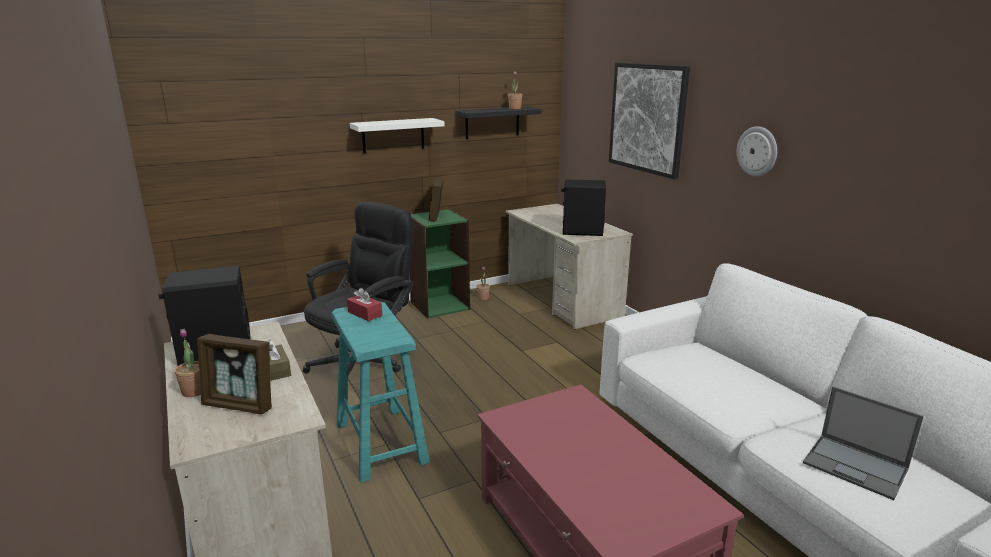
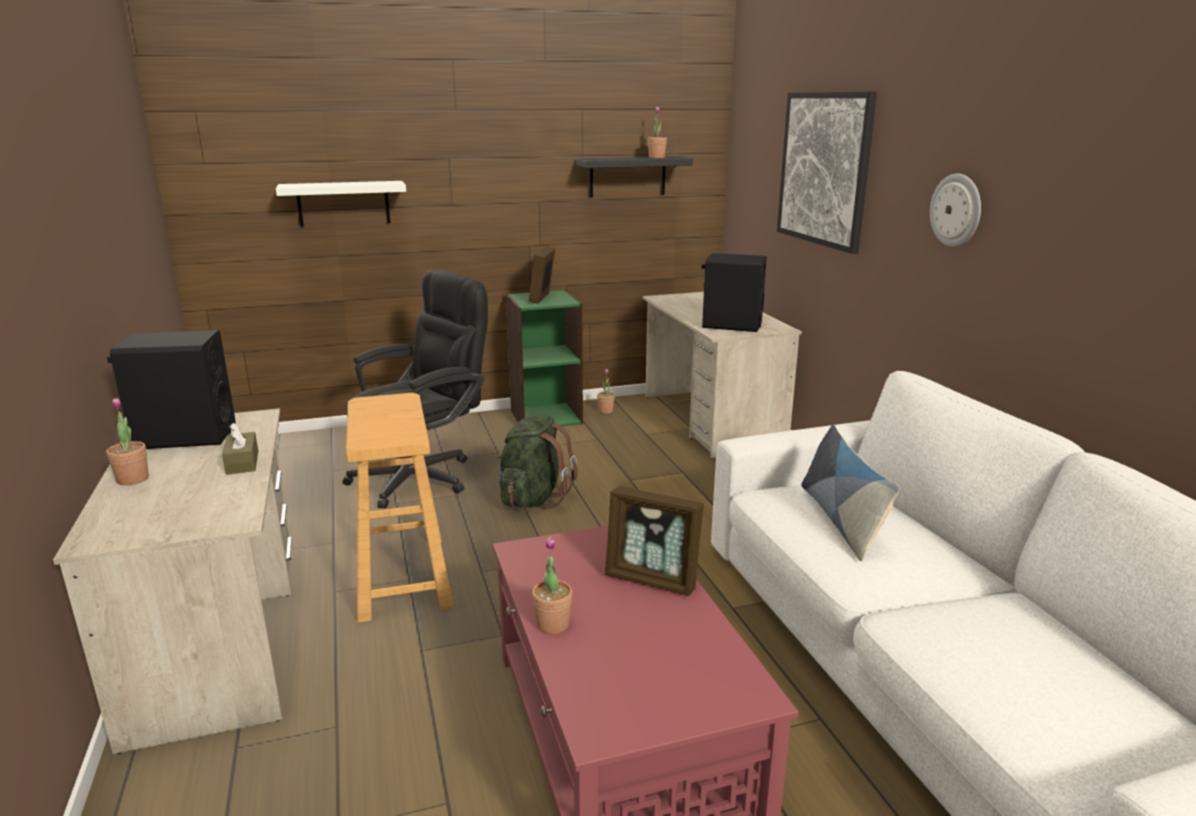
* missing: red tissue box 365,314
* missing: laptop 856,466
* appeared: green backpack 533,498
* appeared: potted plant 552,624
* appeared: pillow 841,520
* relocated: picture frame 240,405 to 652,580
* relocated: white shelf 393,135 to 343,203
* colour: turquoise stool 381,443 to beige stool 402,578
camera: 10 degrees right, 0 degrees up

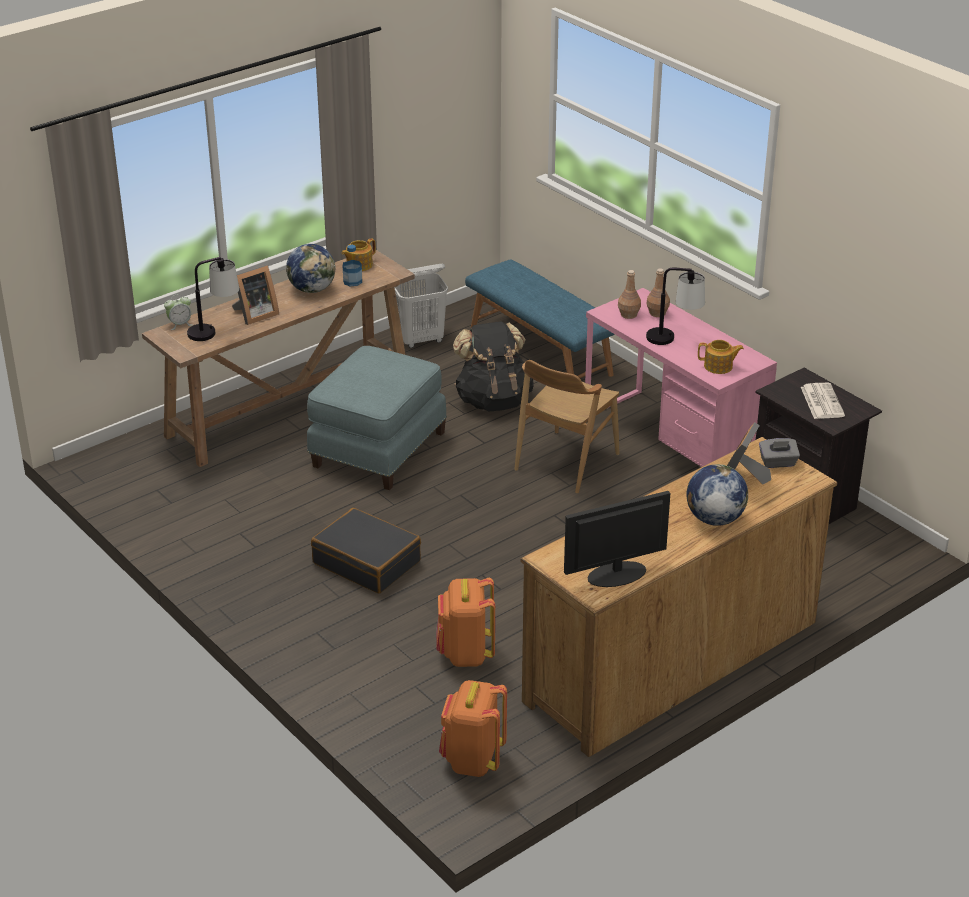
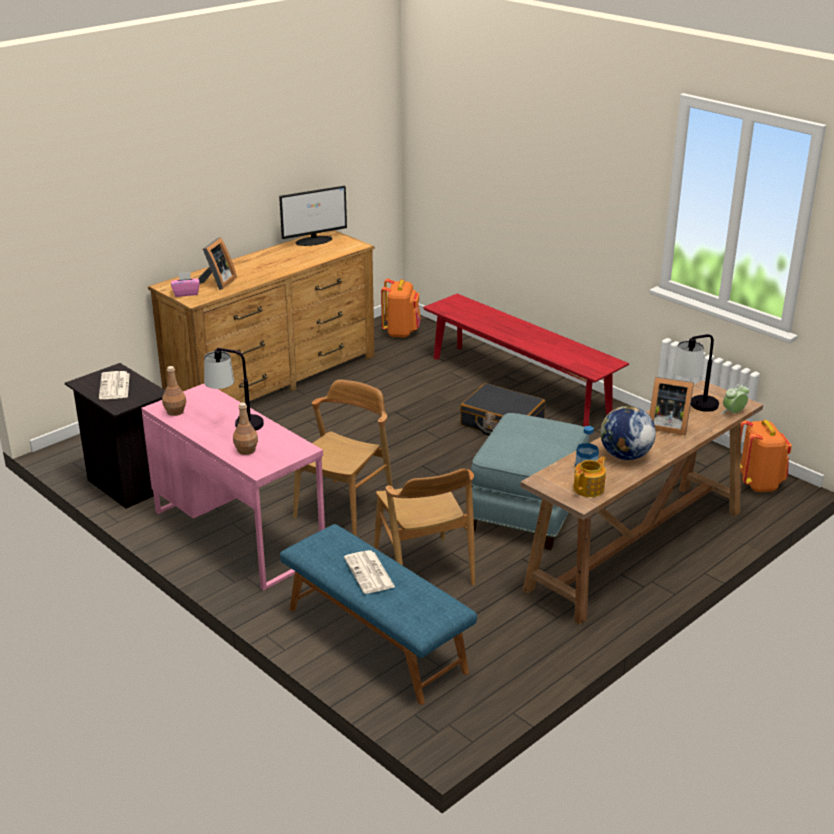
* missing: white laundry basket 421,340
* missing: globe 714,519
* missing: teapot 719,366
* appeared: newspaper 370,573
* appeared: red bench 519,385
* relocated: orange backpack 465,654 to 758,483
* relocated: brown bottle 629,314 to 175,412
* exchanged: black backpack 493,400 to brown chair 423,569
* colour: grey tissue box 778,463 to pink tissue box 186,293
* spun: picture frame 254,315 = 667,425 120 degrees counterclockwise
camera: 175 degrees right, 5 degrees down

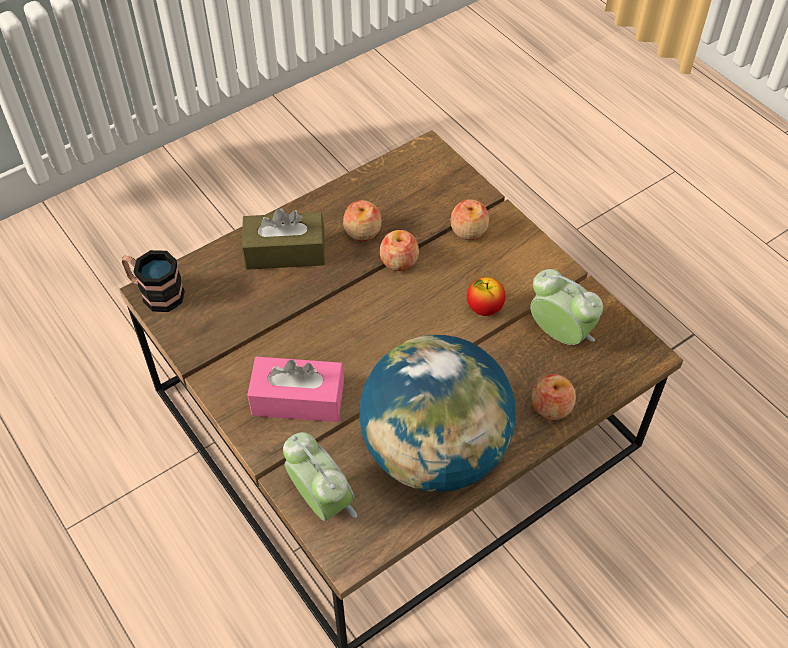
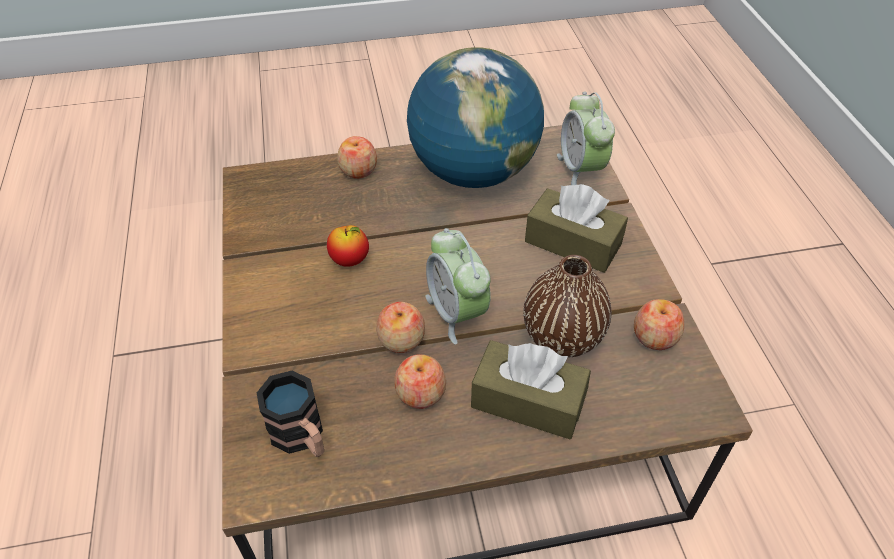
* appeared: brown vase 562,337
* relocated: mug 155,293 to 302,437
* relocated: apple 468,230 to 654,337
* relocated: alarm clock 559,334 to 457,313
* colour: pink tissue box 298,399 to brown tissue box 573,243
camera: 155 degrees left, 5 degrees down

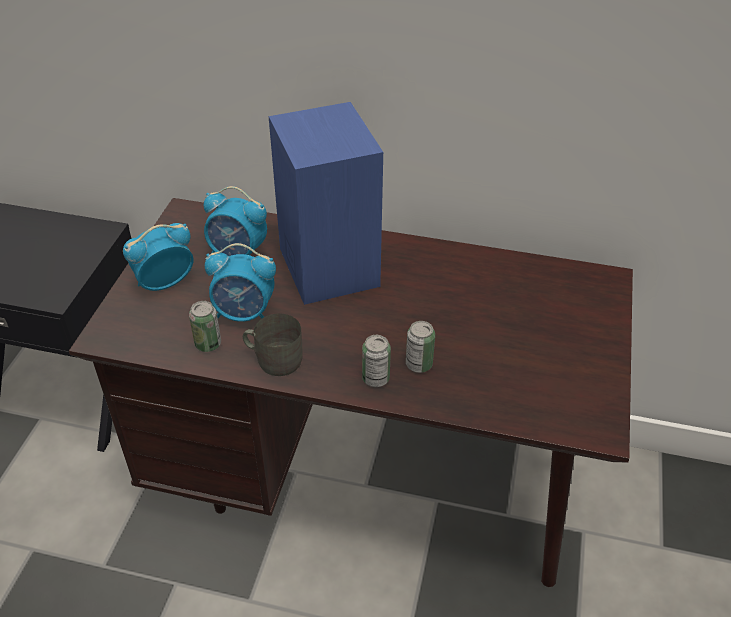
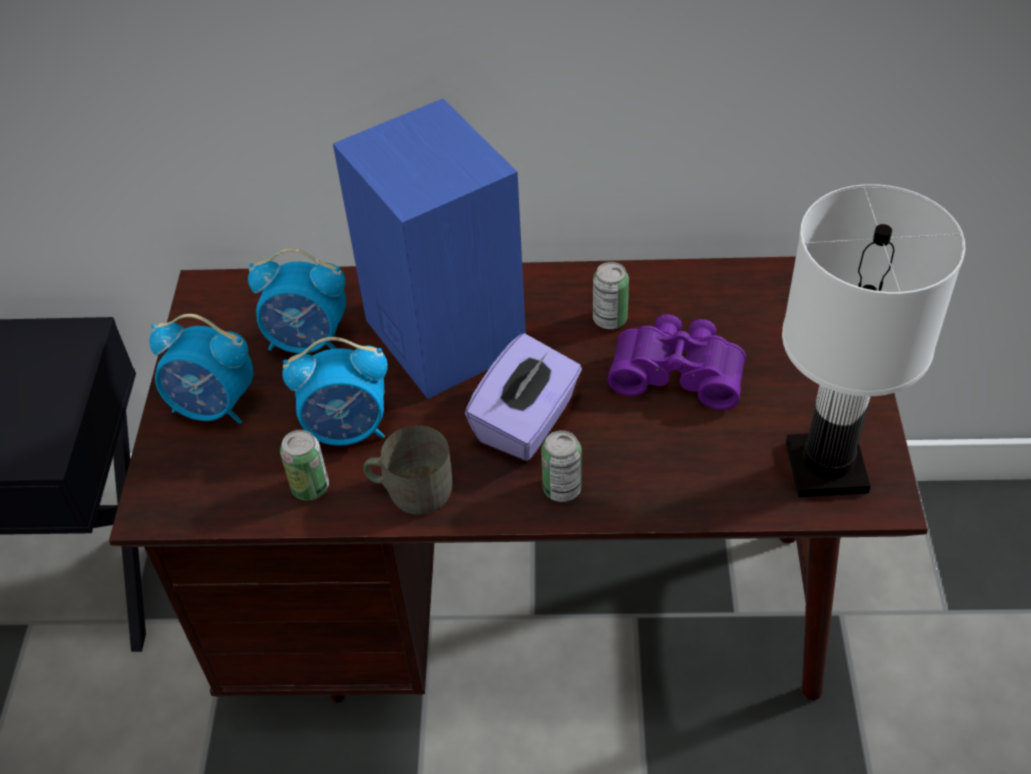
* appeared: purple tissue box 527,422
* appeared: purple binoculars 678,371
* appeared: white table lamp 827,466
* relocated: can 419,364 to 610,319
* spun: alarm clock 164,283 = 214,407 120 degrees counterclockwise
camera: 10 degrees left, 5 degrees up

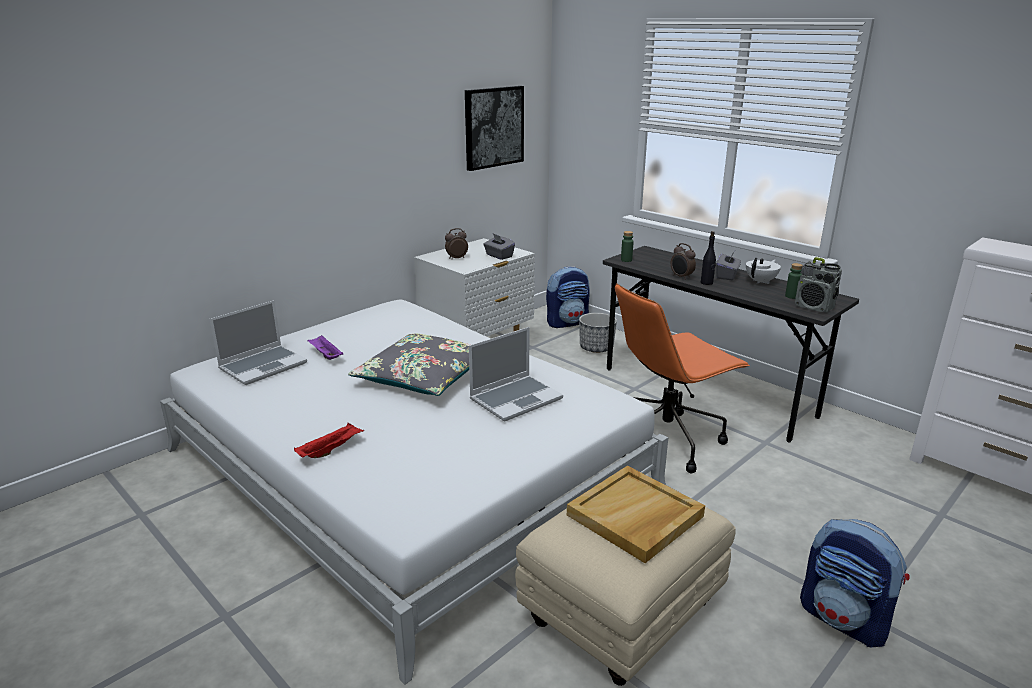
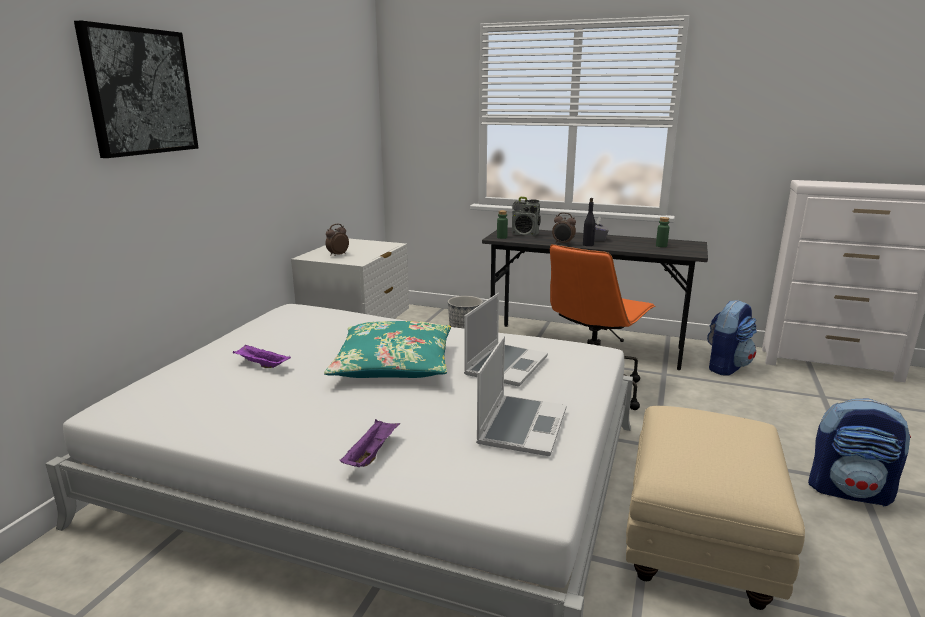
* missing: grey tissue box 499,256
* missing: beige tray 635,516
* missing: white teapot 761,281
* relocated: laptop 263,366 to 521,426
* relocated: picture 493,127 to 140,92
* relocated: backpack 567,323 to 726,366
* relocated: radio 814,307 to 525,234
* colour: red tray 331,450 to purple tray 371,454
* colour: grey pillow 423,377 to turquoise pillow 393,365
camera: 25 degrees left, 5 degrees down

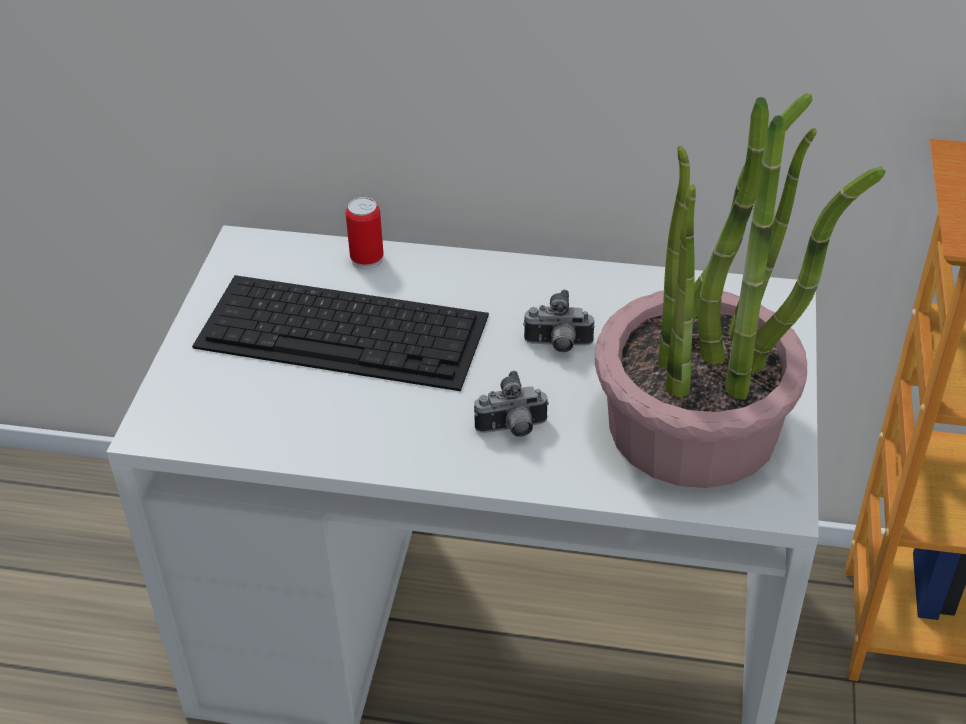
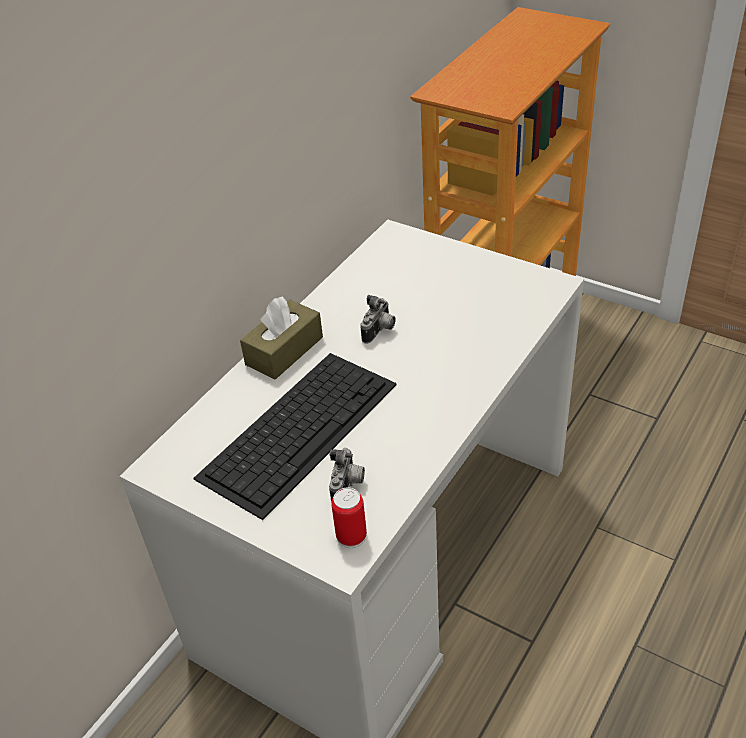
* missing: potted plant 695,426
* appeared: brown tissue box 284,351
* relocated: can 367,259 to 351,536
* relocated: photo camera 512,429 to 348,486
camera: 65 degrees left, 0 degrees up

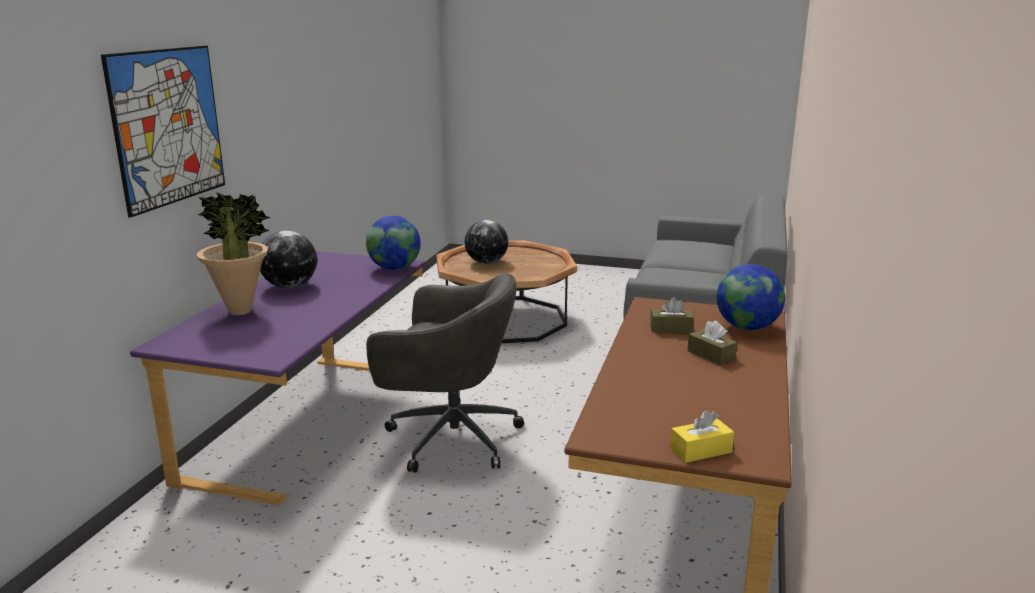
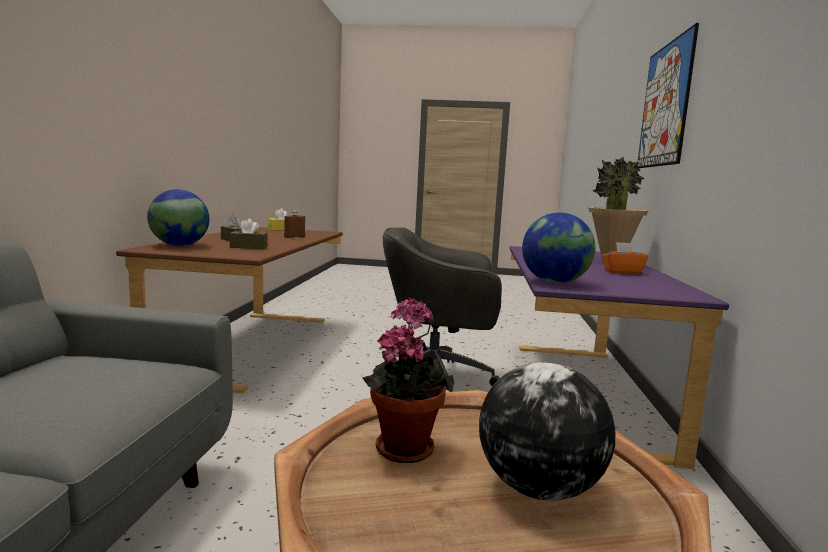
* appeared: brown bottle 294,237
* appeared: potted plant 404,446
* exchanged: globe 290,286 to orange tissue box 622,272
camera: 170 degrees right, 10 degrees down

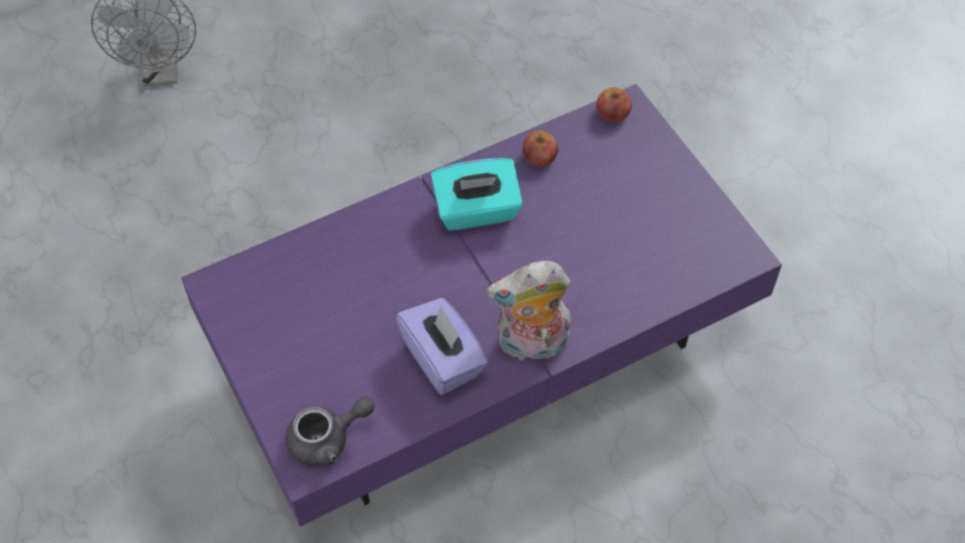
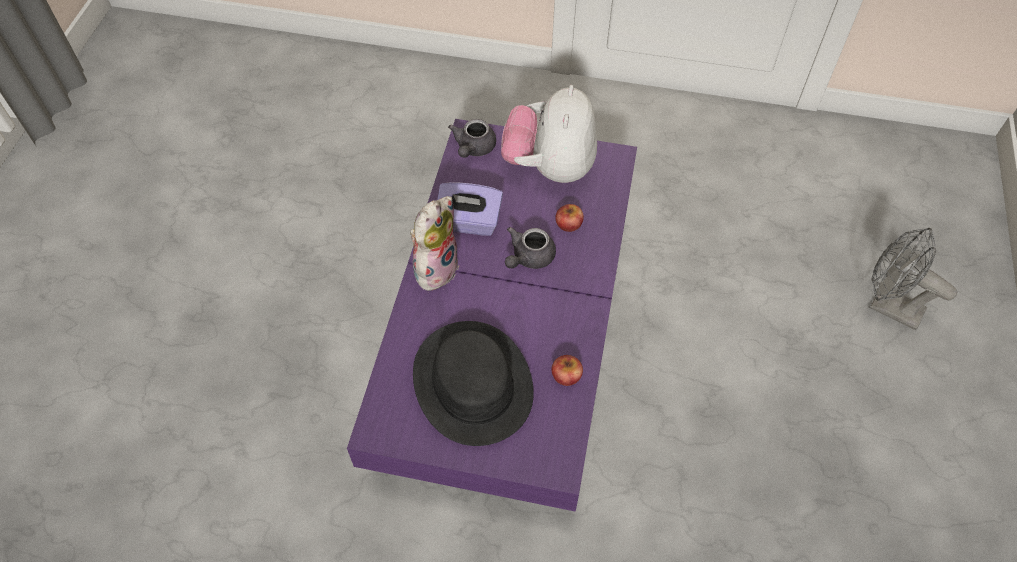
* missing: turquoise tissue box 477,211
* appeared: black hat 472,383
* appeared: plush toy 550,167
* appeared: grey teapot 528,258
* relocated: apple 613,112 to 568,223
camera: 130 degrees right, 0 degrees up

